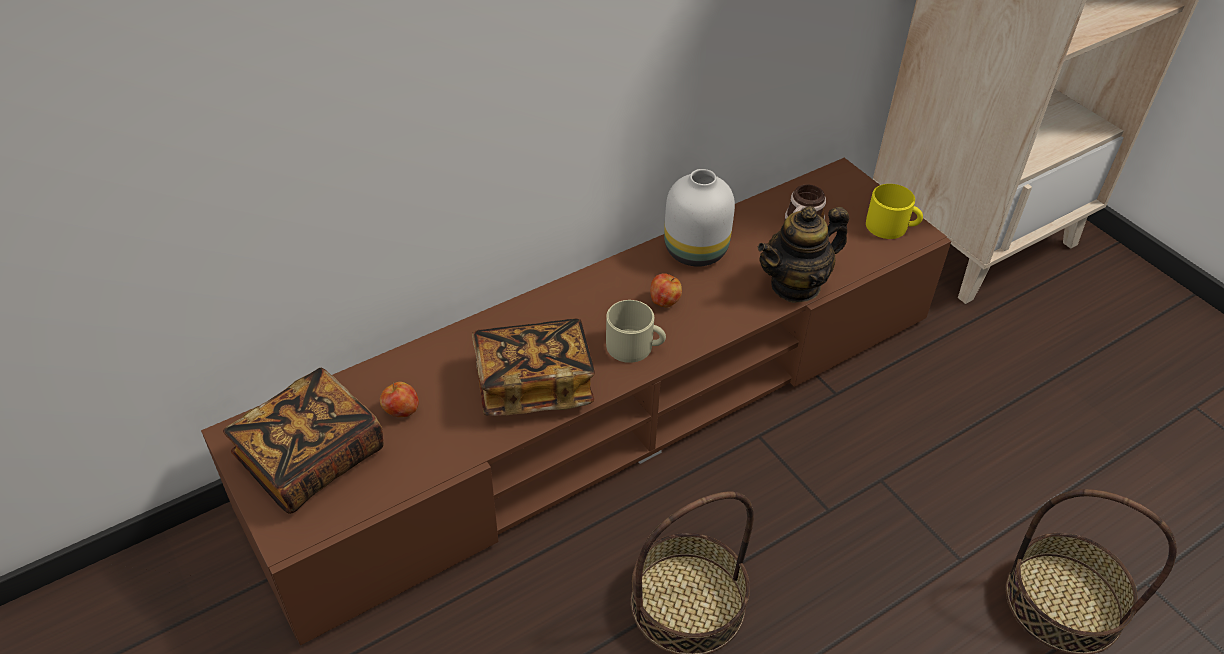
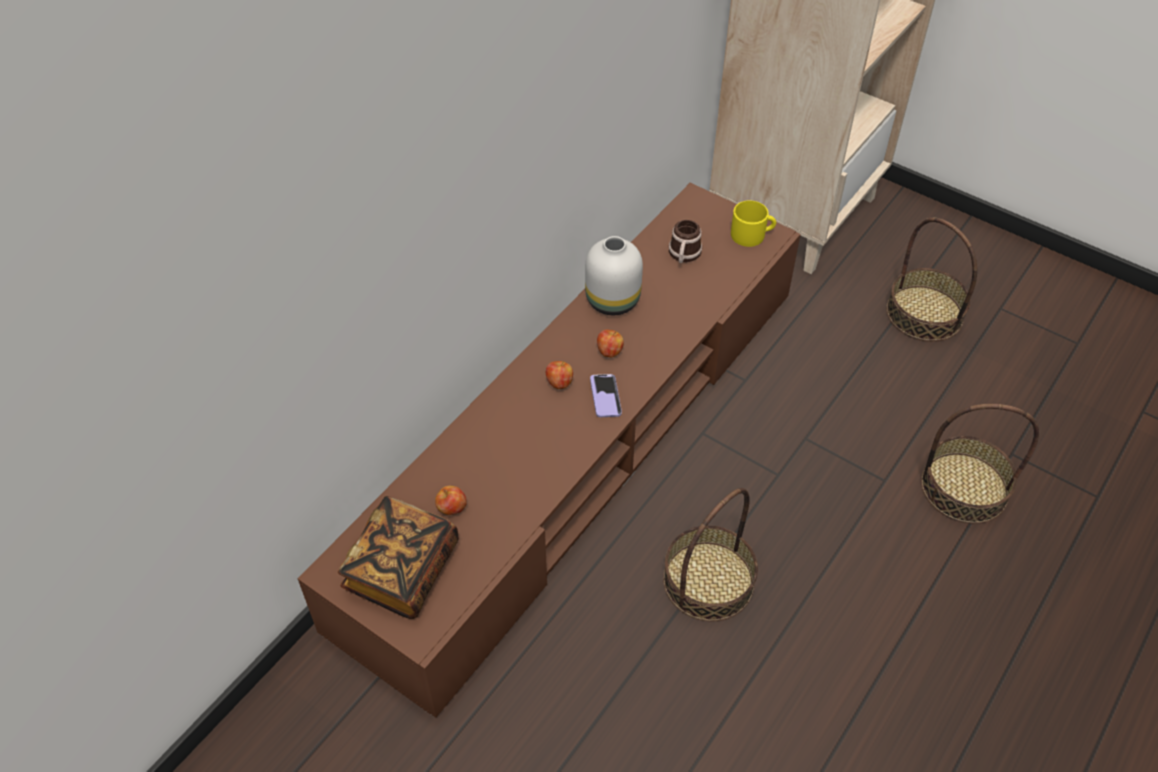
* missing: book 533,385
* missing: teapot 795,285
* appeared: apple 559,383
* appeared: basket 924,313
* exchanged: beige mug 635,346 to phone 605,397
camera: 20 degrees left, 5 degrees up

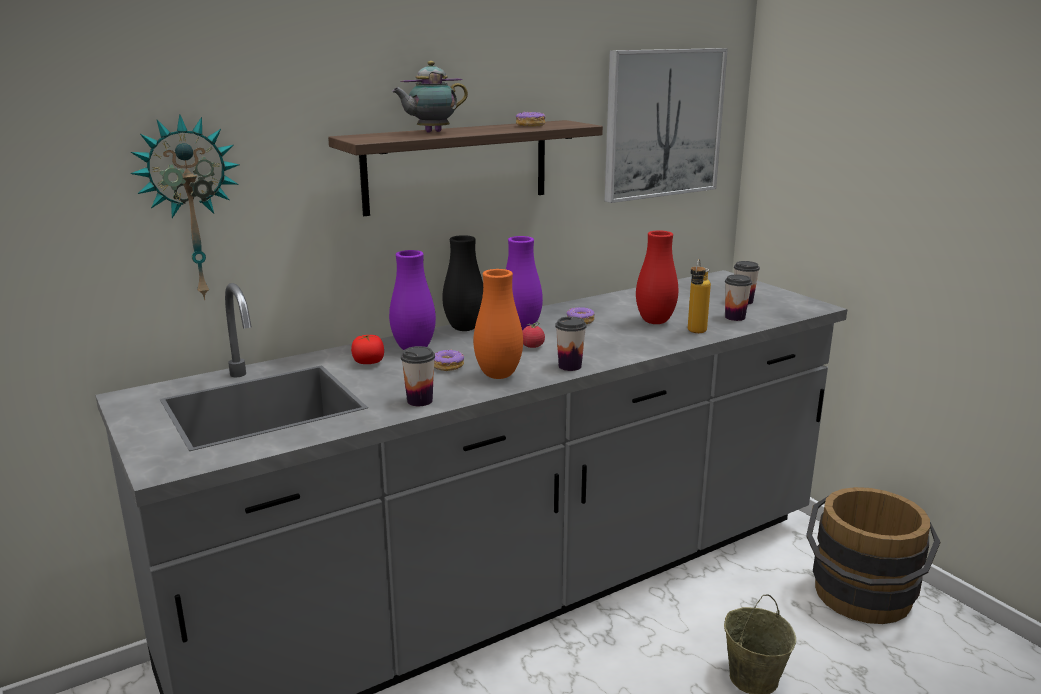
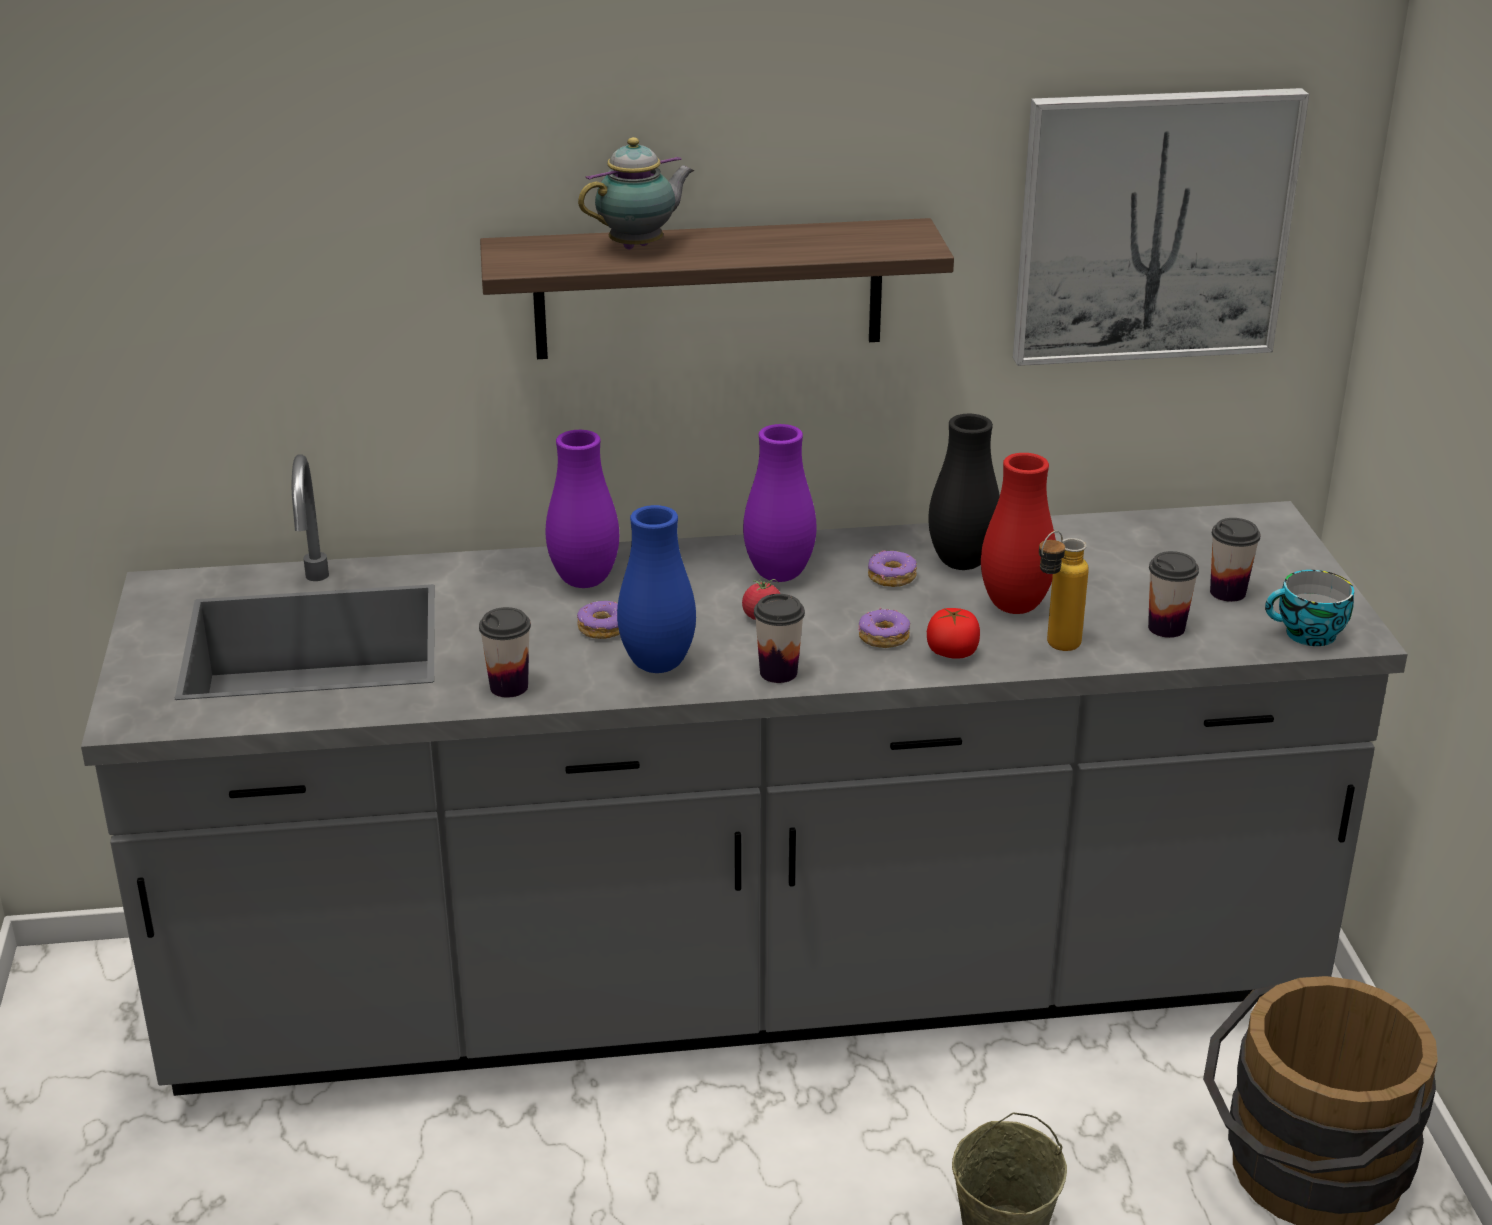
* missing: wall clock 190,209
* appeared: cup 1307,635
* relocated: tomato 368,362 to 952,653
* relocated: black vase 464,328 to 962,563
* relocated: donut 530,125 to 883,637
* colour: orange vase 498,375 to blue vase 657,665
* spun: teapot 430,132 = 640,246 150 degrees clockwise
camera: 25 degrees right, 10 degrees up

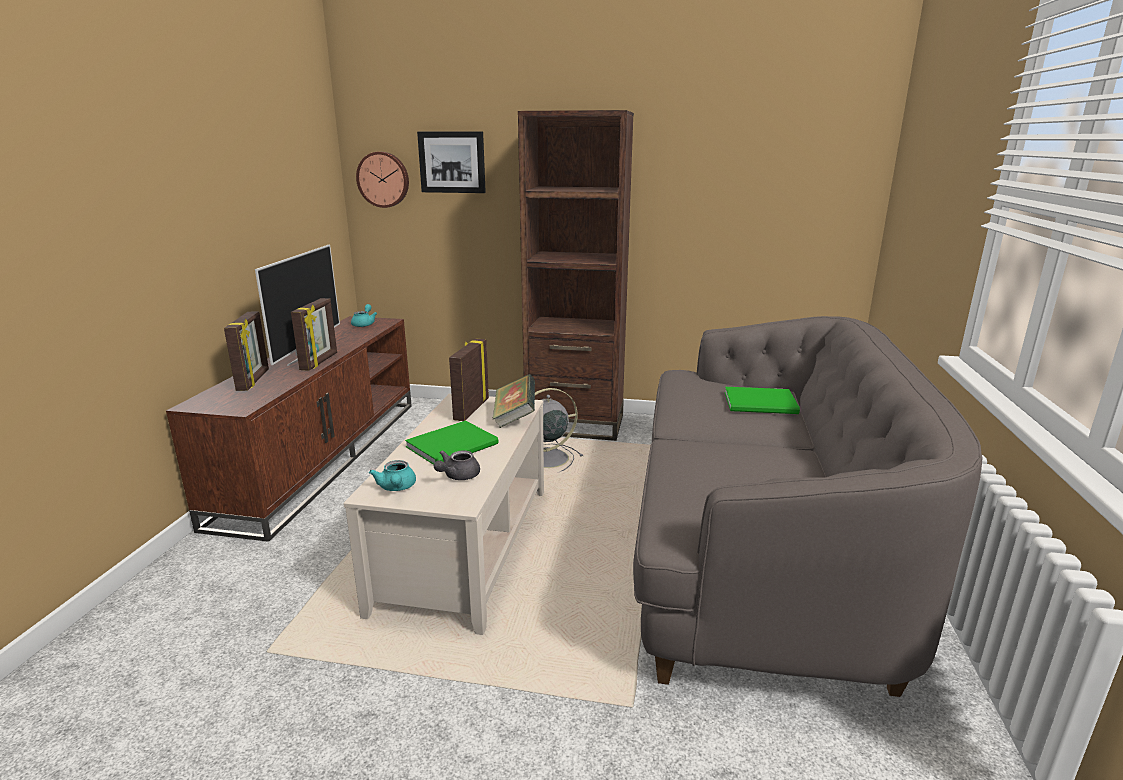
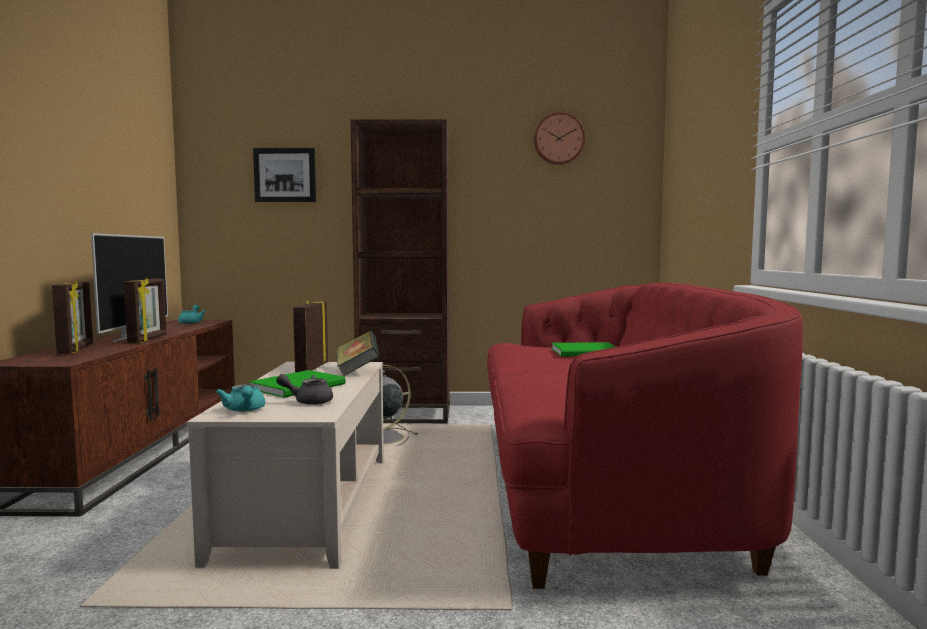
* relocated: wall clock 383,179 to 558,139
* colour: grey sofa 756,549 to red sofa 600,486
* spun: grey teapot 457,476 = 308,401 60 degrees clockwise
camera: 10 degrees left, 15 degrees down

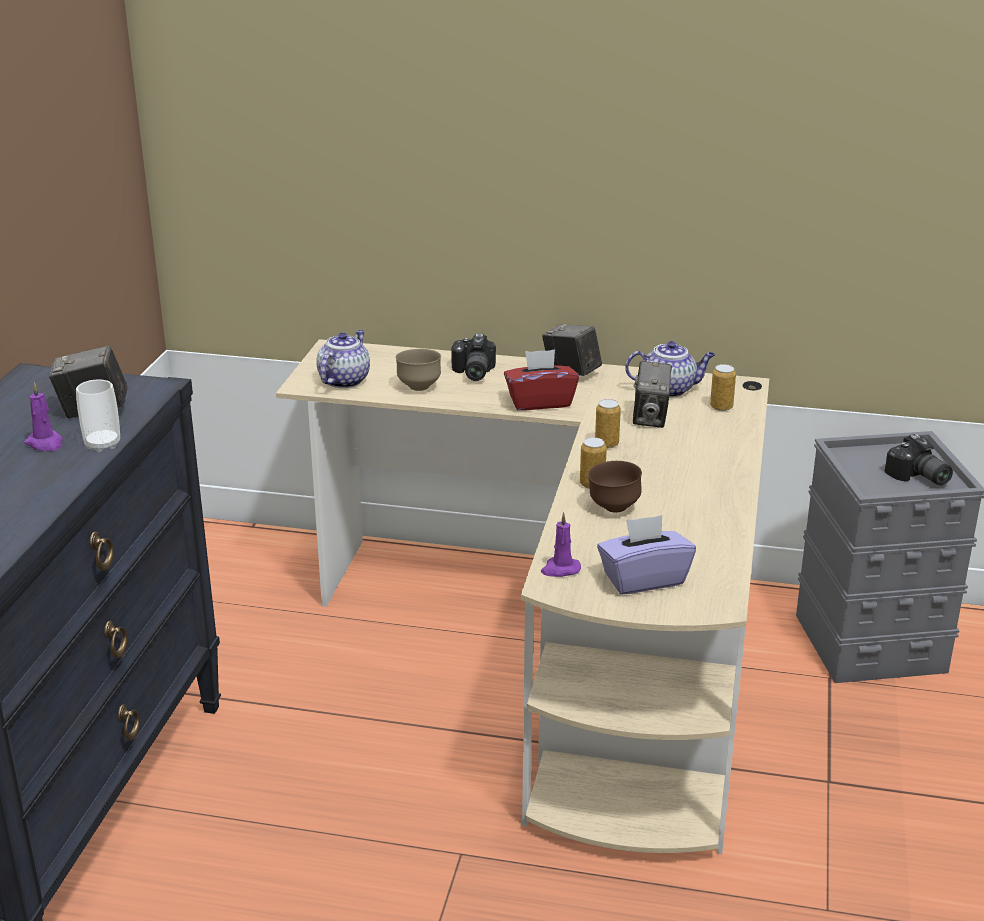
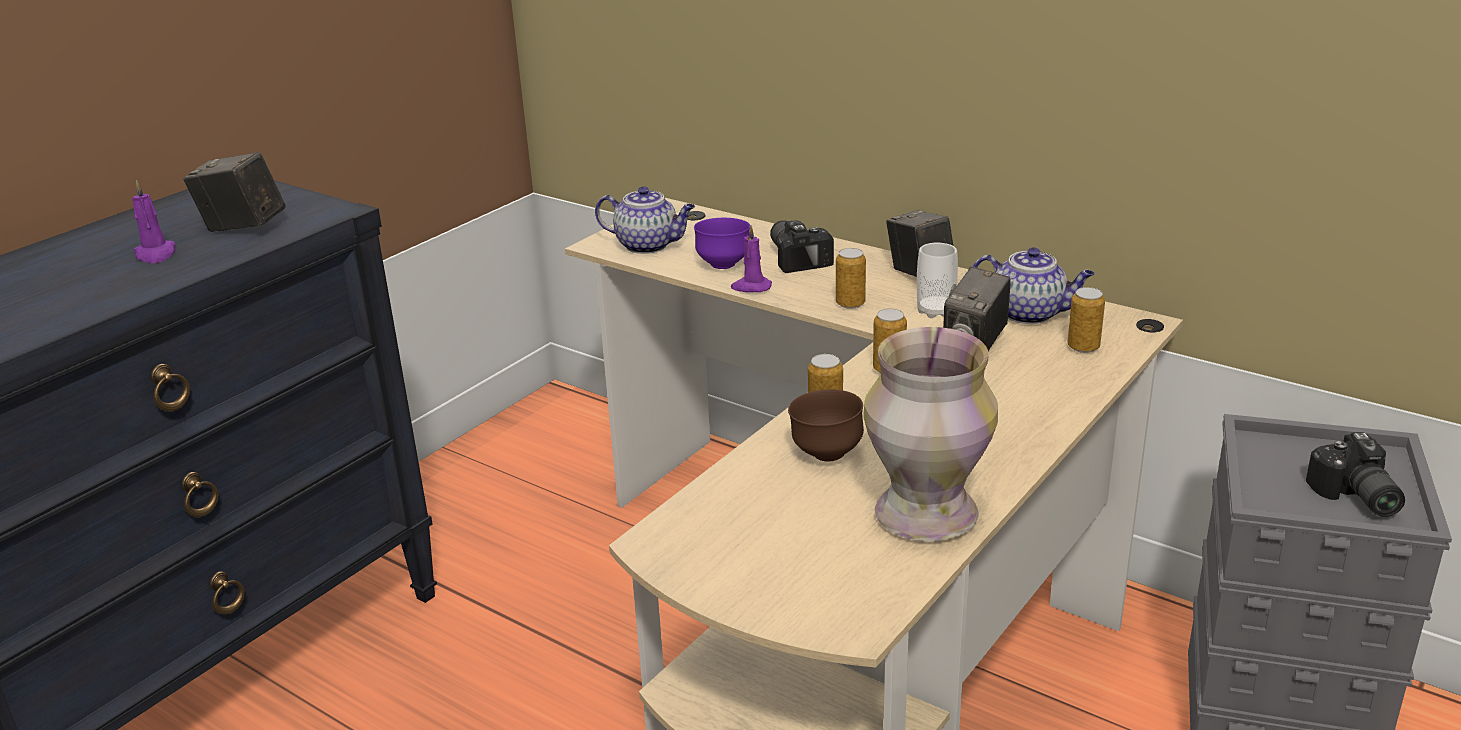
* missing: purple tissue box 643,579
* appeared: vase 923,515
* relocated: cup 102,444 to 935,311
* relocated: purple candle 560,569 to 751,287
* exchanged: red tissue box 540,402 to can 850,303
* colour: brown bowl 419,387 to purple bowl 723,265
* spun: teapot 344,380 = 648,245 60 degrees clockwise
* spun: photo camera 472,373 = 799,257 135 degrees clockwise
camera: 25 degrees right, 0 degrees up

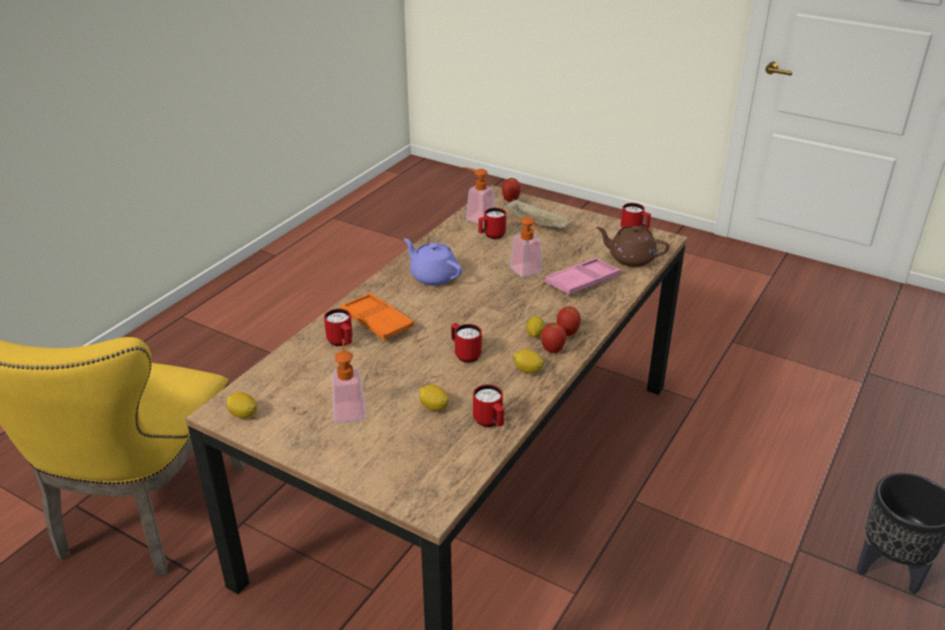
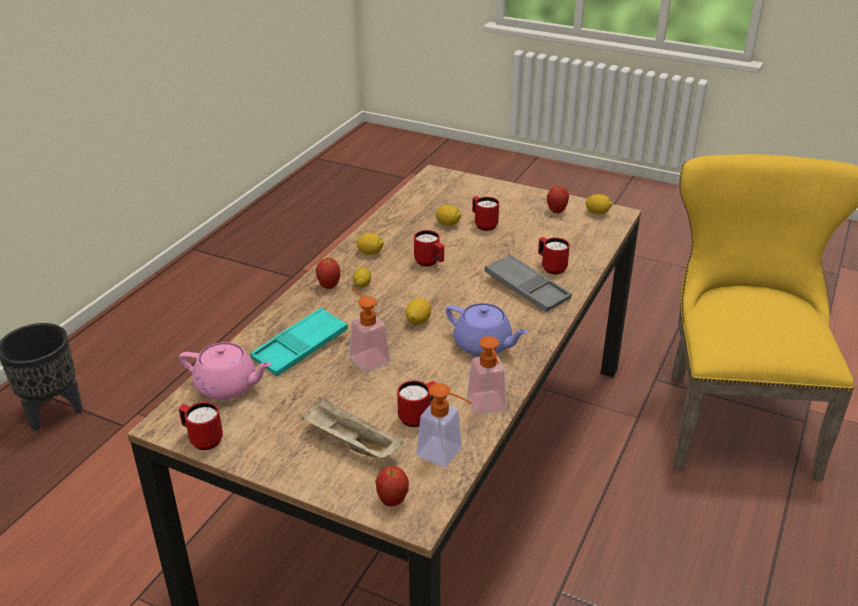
* appeared: lemon 418,321
* relocated: soap dispenser 349,408 to 488,408
* relocated: red mug 490,422 to 483,224
* relocated: apple 552,350 to 556,211
* colour: orange tray 377,321 to grey tray 526,289
* colour: pink tray 582,281 to turquoise tray 300,347
* colour: brown teapot 630,258 to pink teapot 228,386
camera: 175 degrees right, 0 degrees up

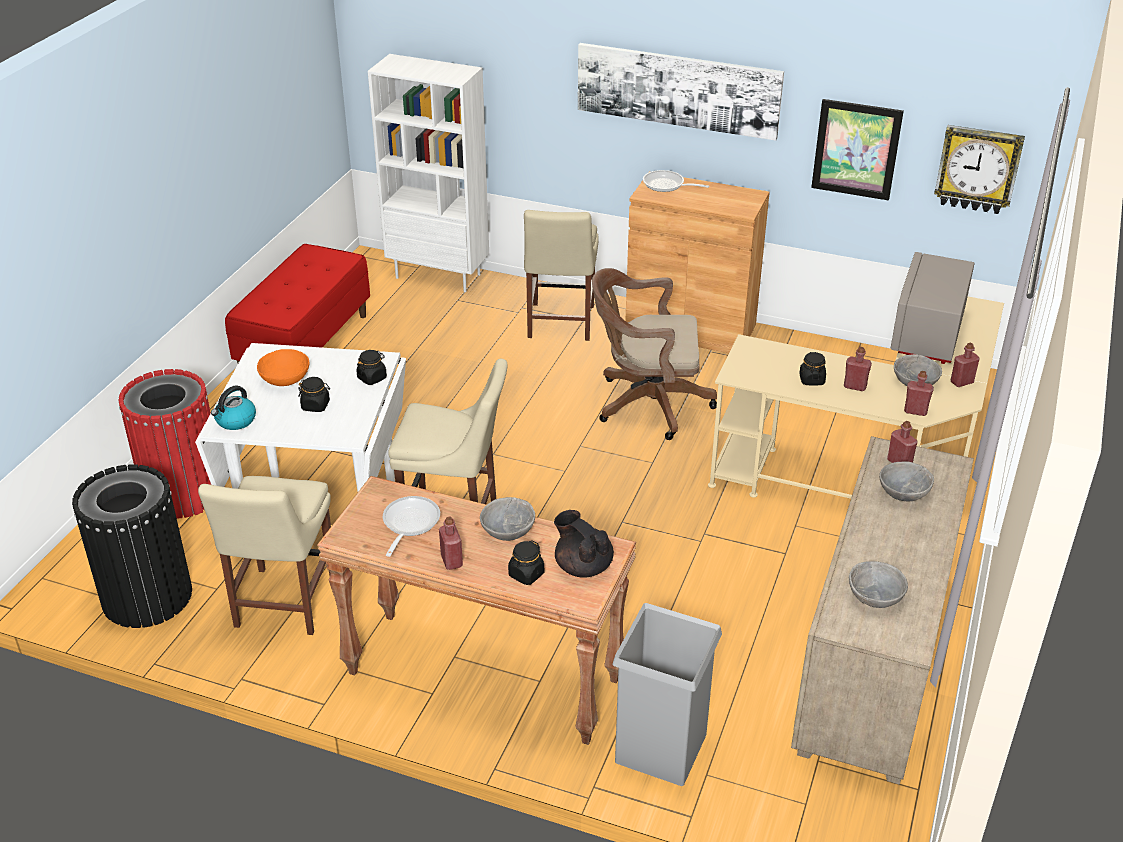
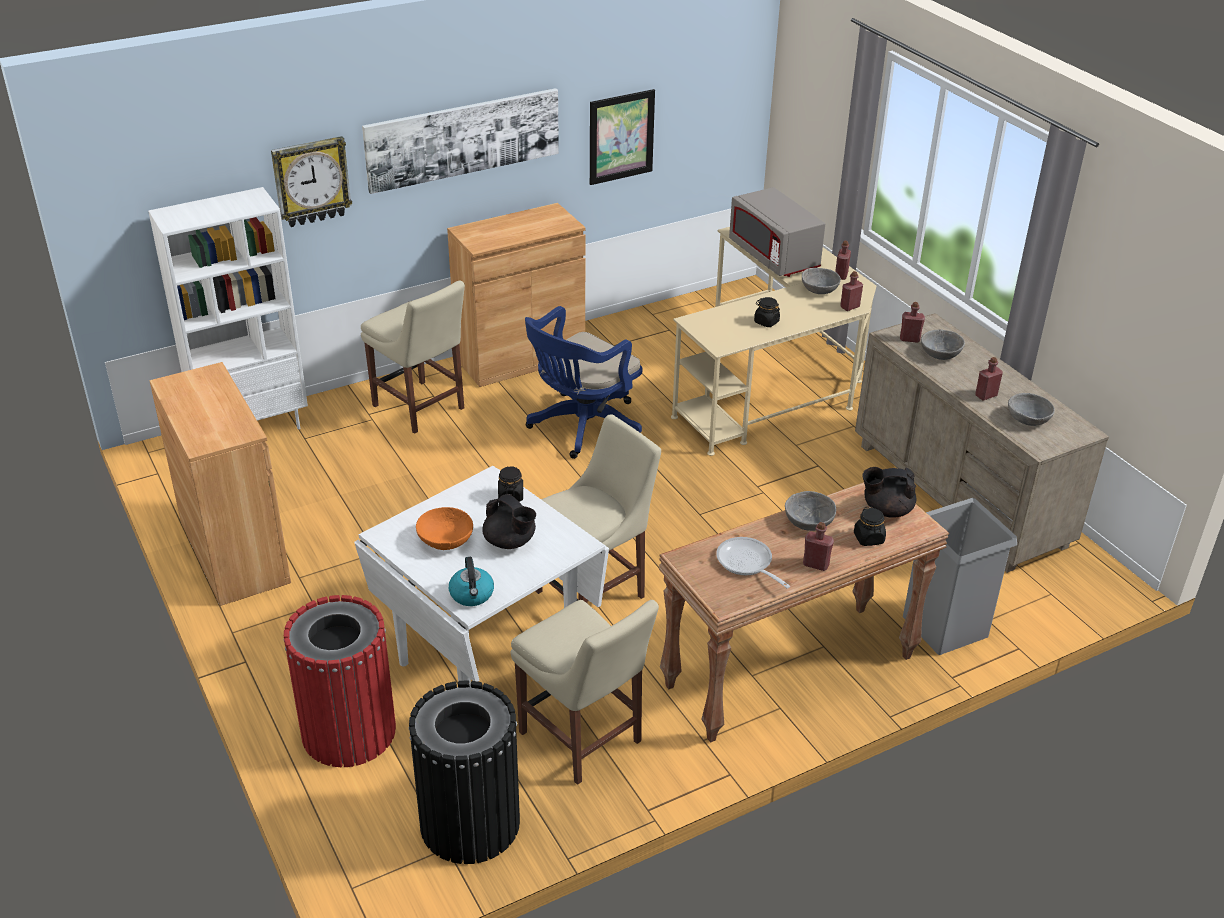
* missing: frying pan 667,185
* relocated: red bottle 855,386 to 986,395
* relocated: wall clock 978,169 to 311,181
* exchanged: red bench 305,345 to brown cabinet 234,552
* exchanged: black jar 316,406 to black teapot 510,542
* colour: brown office chair 646,404 to blue office chair 581,427
camera: 50 degrees left, 0 degrees up

